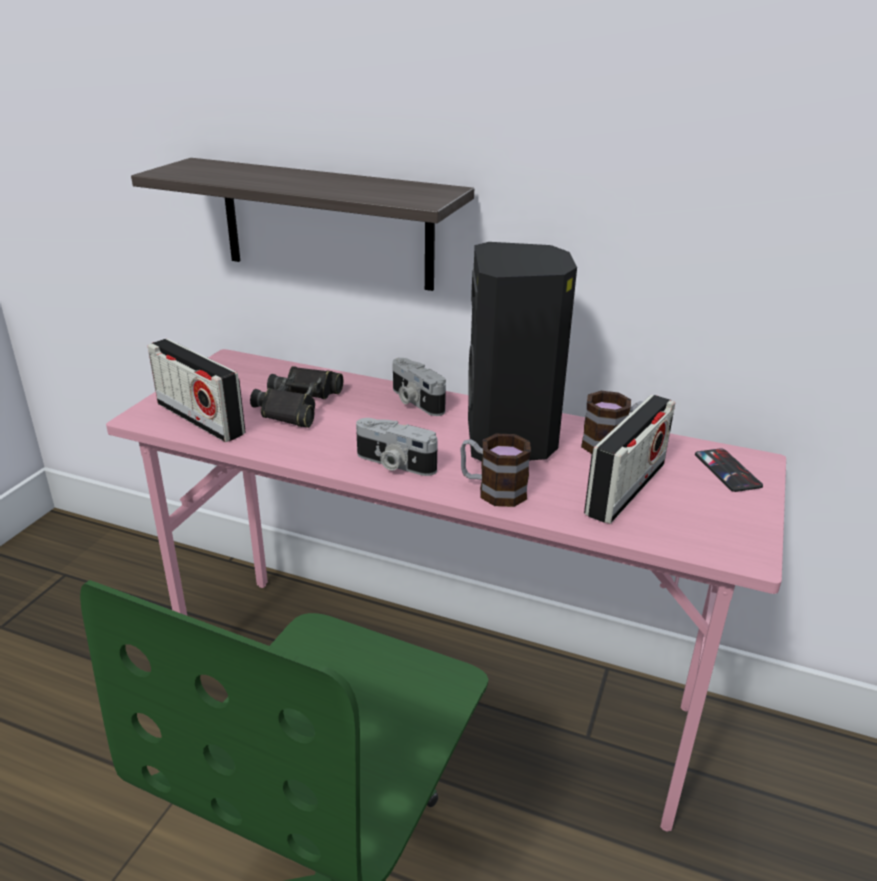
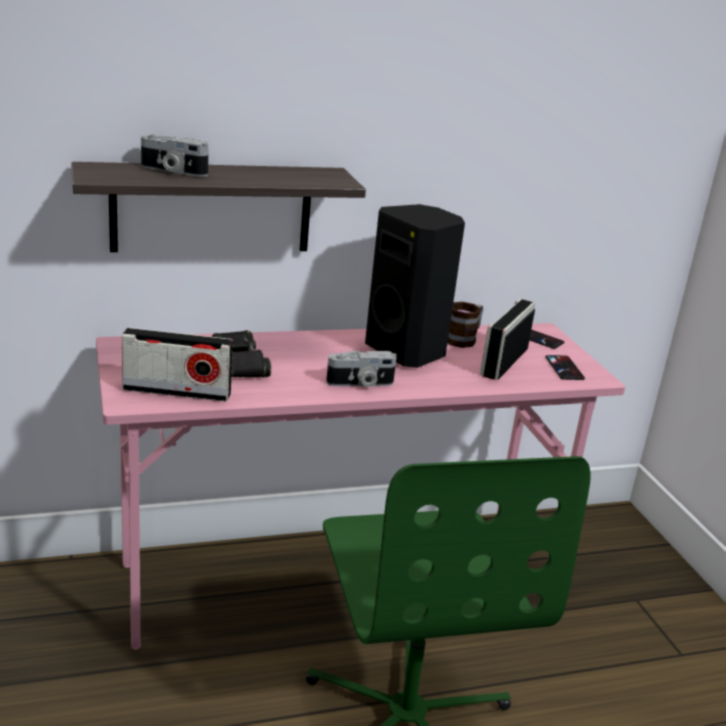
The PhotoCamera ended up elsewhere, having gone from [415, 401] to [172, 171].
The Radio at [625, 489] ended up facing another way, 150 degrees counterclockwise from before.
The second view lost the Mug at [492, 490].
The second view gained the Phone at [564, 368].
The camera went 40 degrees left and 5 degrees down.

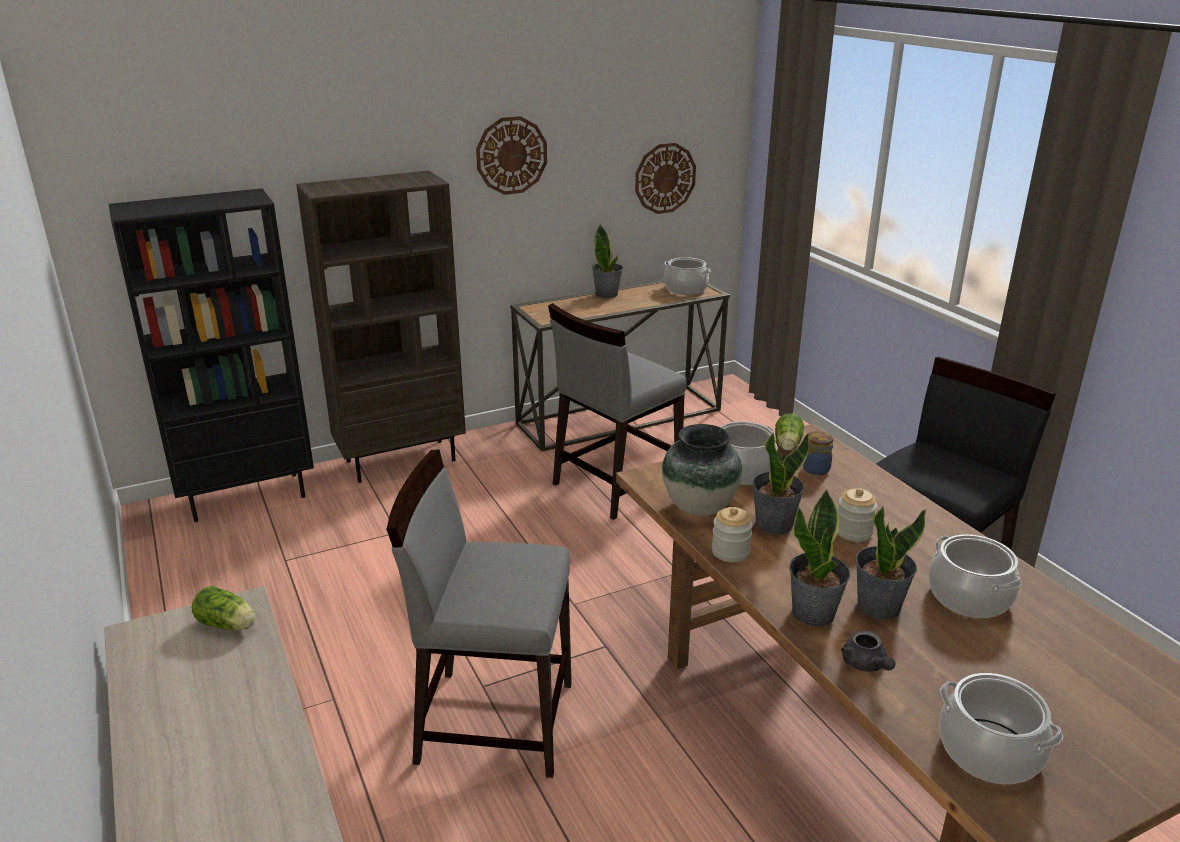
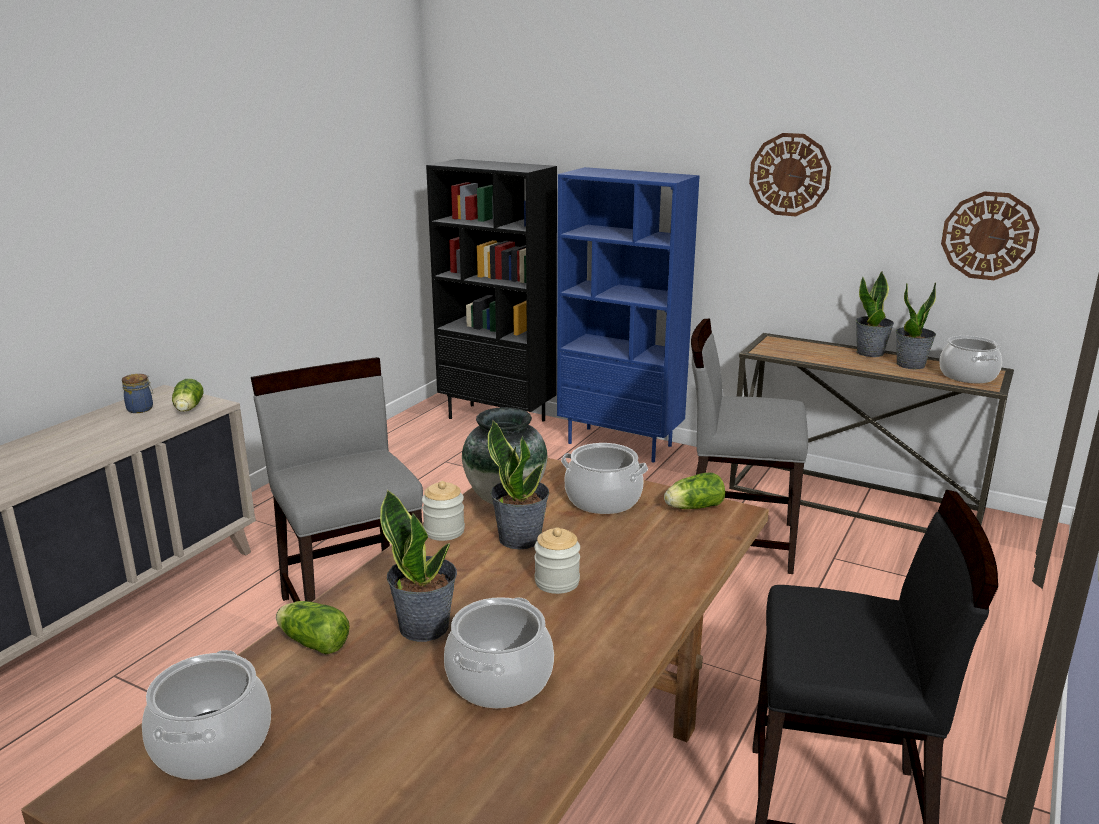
What was the BrownBookcase at [401, 460] turned into the BlueBookcase at [621, 444].
The Jar ended up elsewhere, having gone from [815, 468] to [141, 409].
The PottedPlant ended up elsewhere, having gone from [814, 613] to [911, 365].
Where the GreyTeapot stood at [866, 665], the Lettuce came to stand at [312, 642].
The camera went 55 degrees right and 5 degrees down.

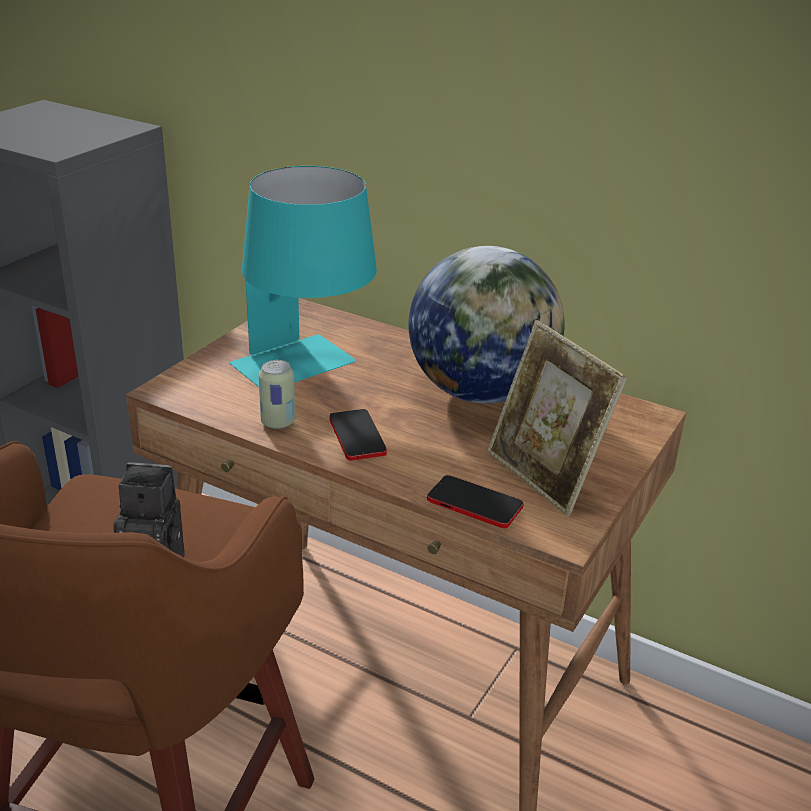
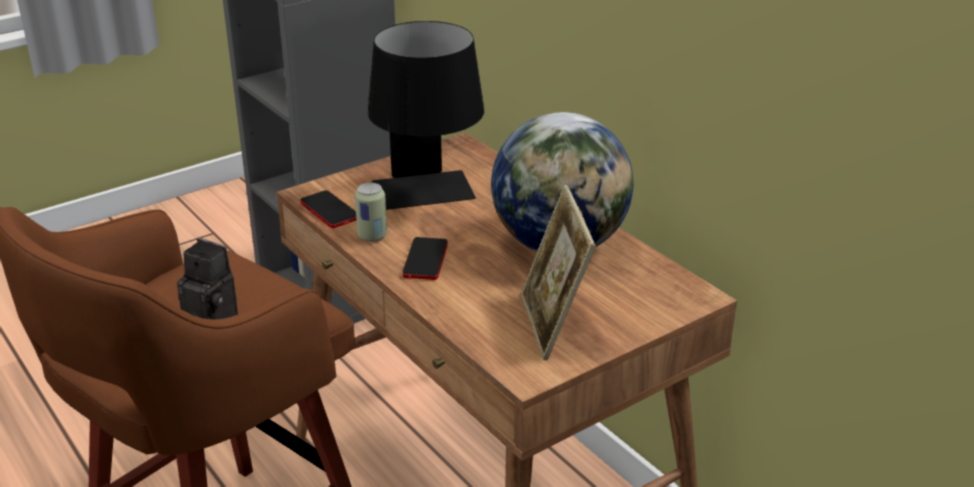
What was the TurquoiseTableLamp at [307, 371] turned into the BlackTableLamp at [427, 199].
The Phone ended up elsewhere, having gone from [474, 503] to [329, 210].
The camera went 25 degrees right and 0 degrees up.

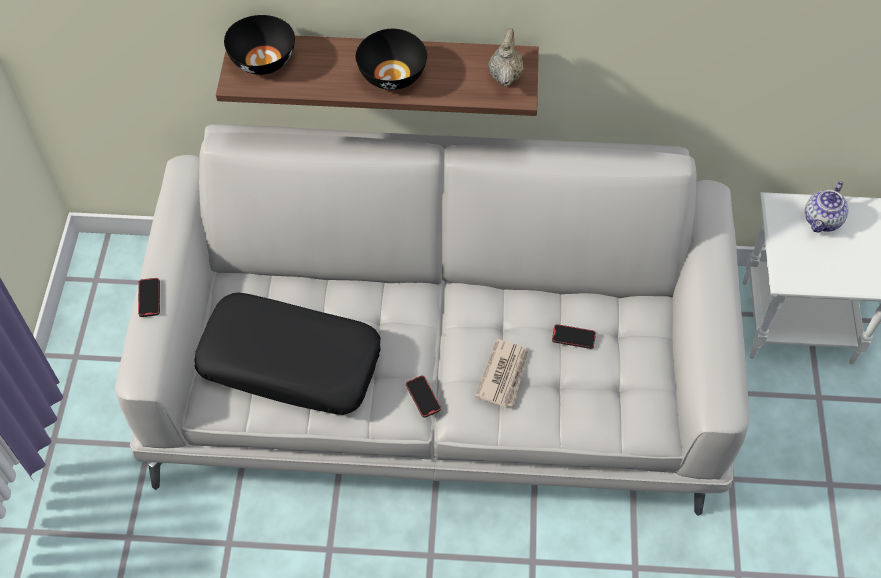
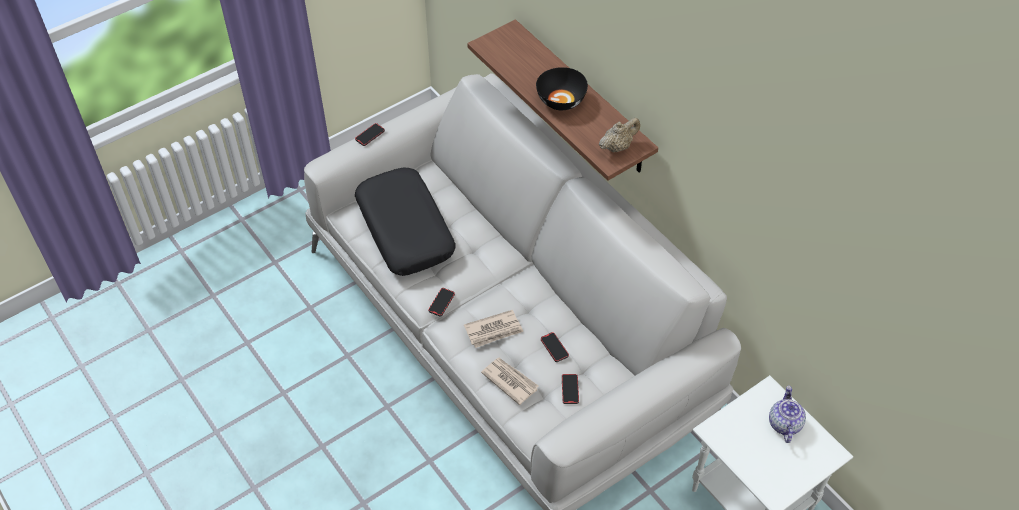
The second view lost the BlackBowl at [262, 60].
The Teapot at [822, 220] ended up facing another way, 105 degrees clockwise from before.
The second view gained the Newspaper at [510, 381].
The second view gained the Phone at [570, 389].
The camera went 50 degrees right and 5 degrees down.

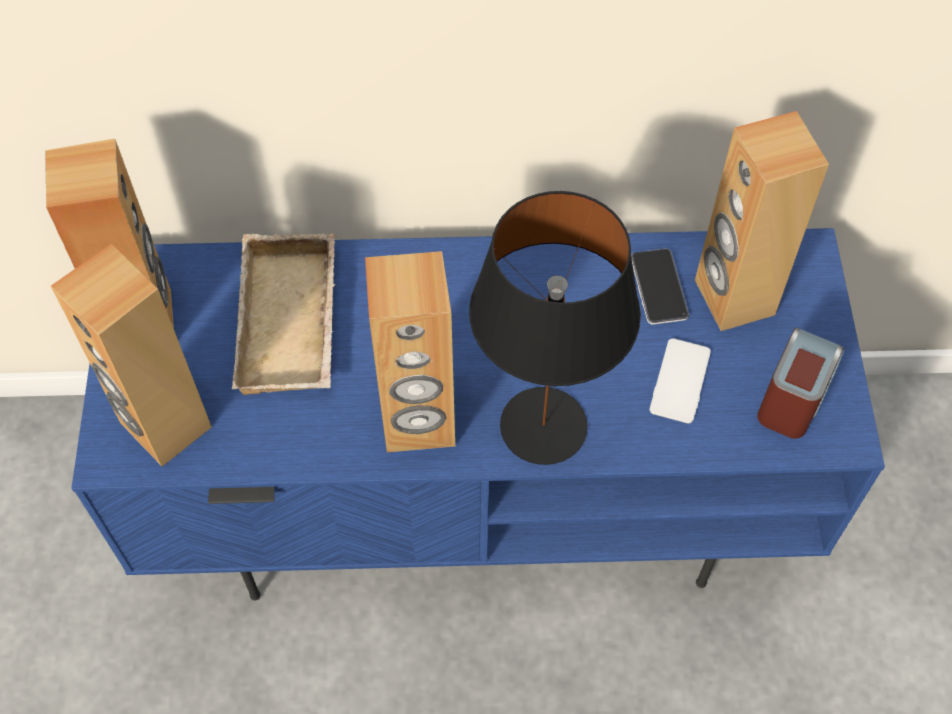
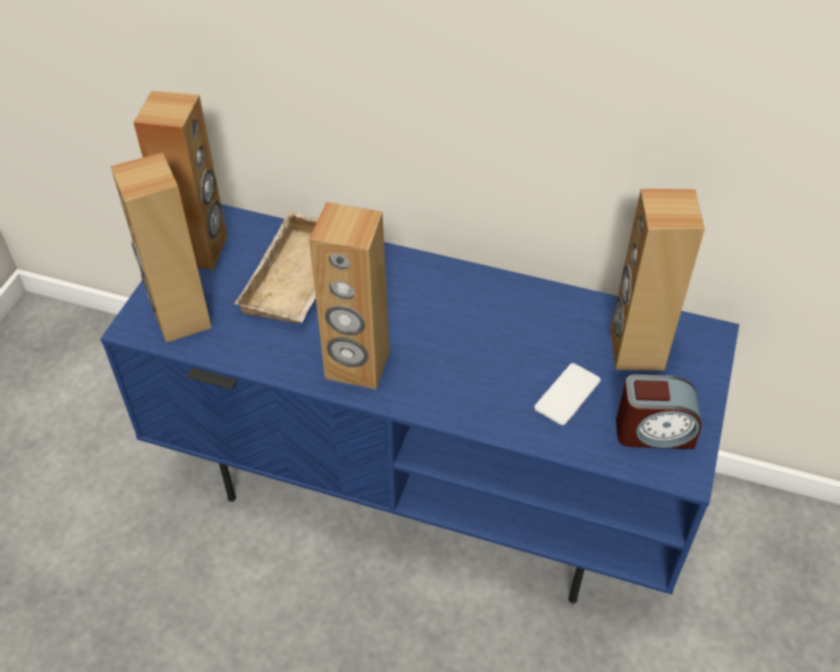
The second view lost the BlackTableLamp at [542, 424].
The second view lost the Phone at [658, 287].
The AlarmClock at [793, 397] ended up facing another way, 45 degrees clockwise from before.
The camera went 20 degrees right and 10 degrees down.

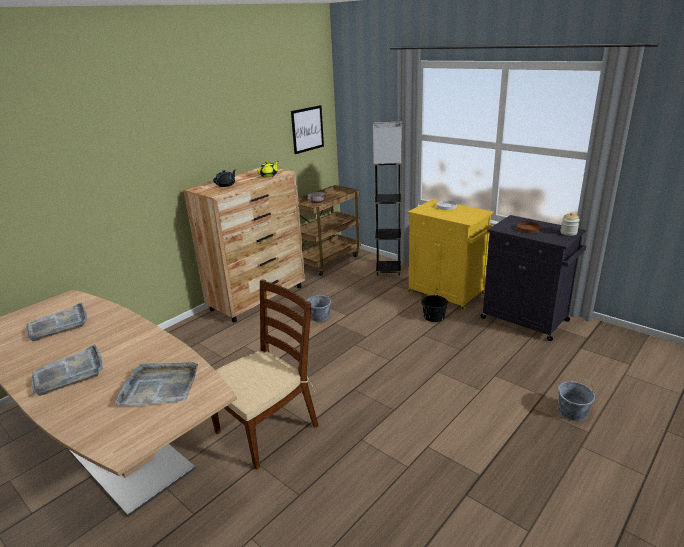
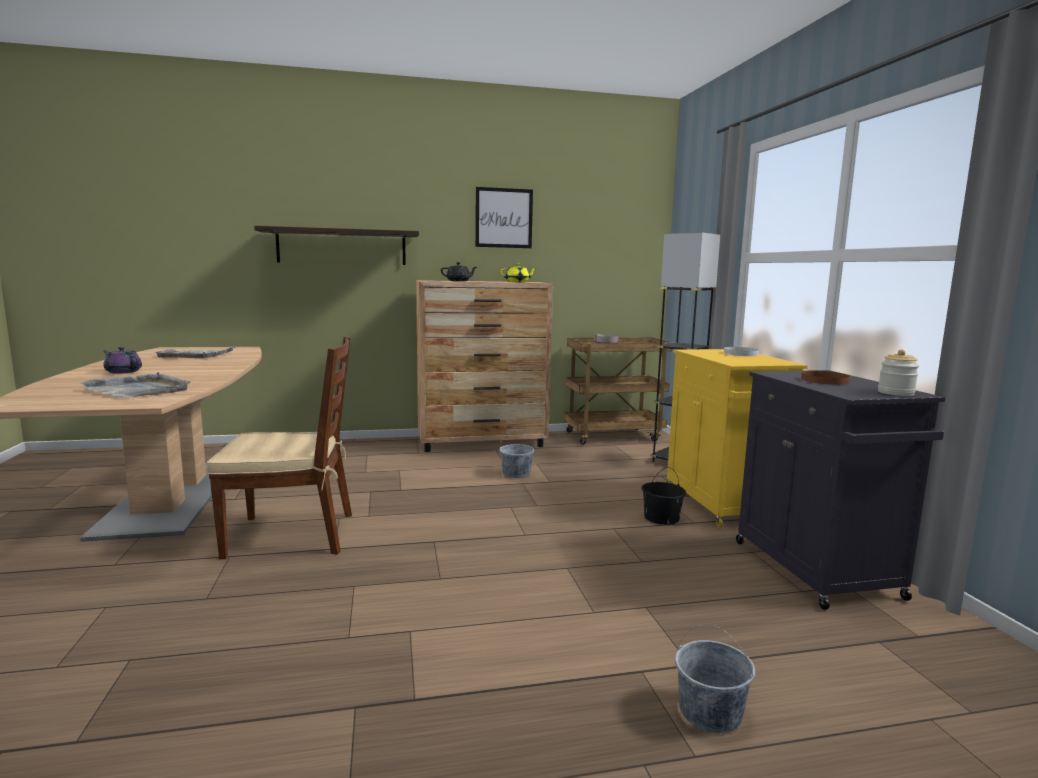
The Picture ended up elsewhere, having gone from [307, 129] to [503, 218].
Where the GreyTray stood at [69, 373], the PurpleTeapot came to stand at [123, 372].
The second view gained the Shelf at [342, 247].
The camera went 35 degrees right and 15 degrees down.

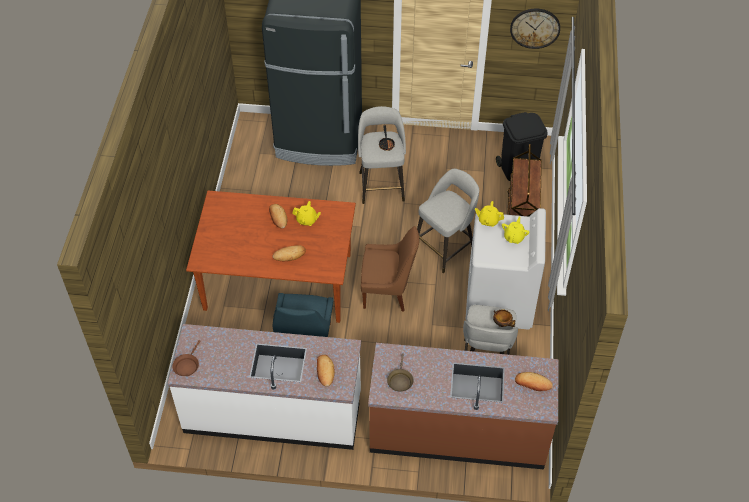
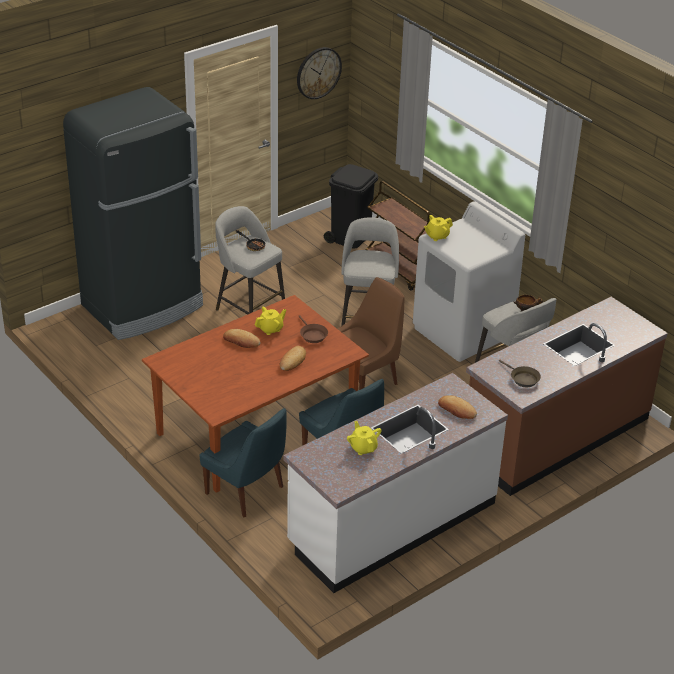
The YellowTeapot ended up elsewhere, having gone from [514, 237] to [363, 448].
The BrownFryingPan ended up elsewhere, having gone from [187, 365] to [312, 335].
The second view lost the Bread at [533, 383].
The second view gained the BlueChair at [247, 491].
The camera went 45 degrees left and 15 degrees down.

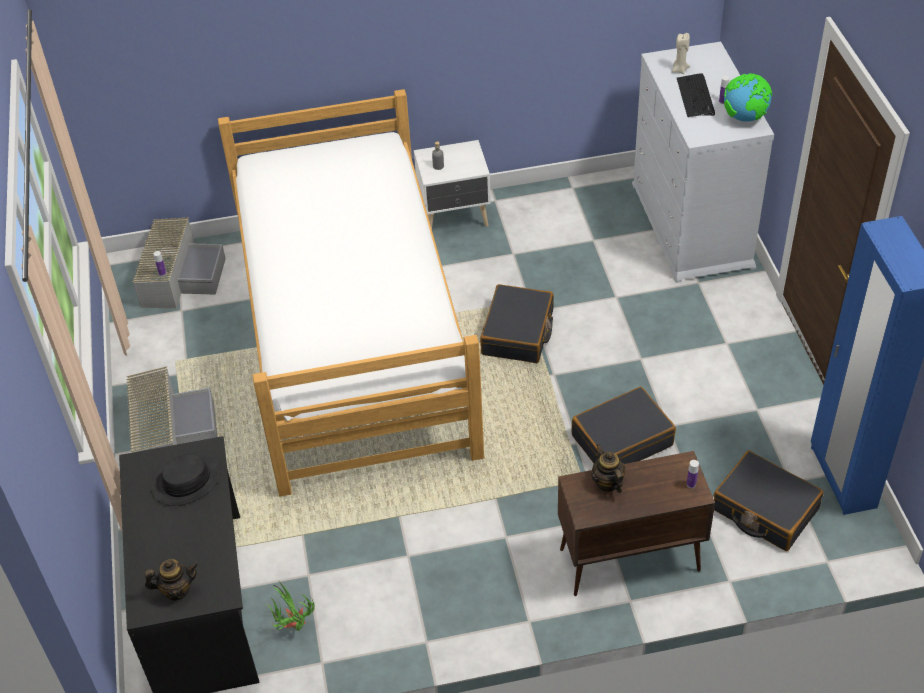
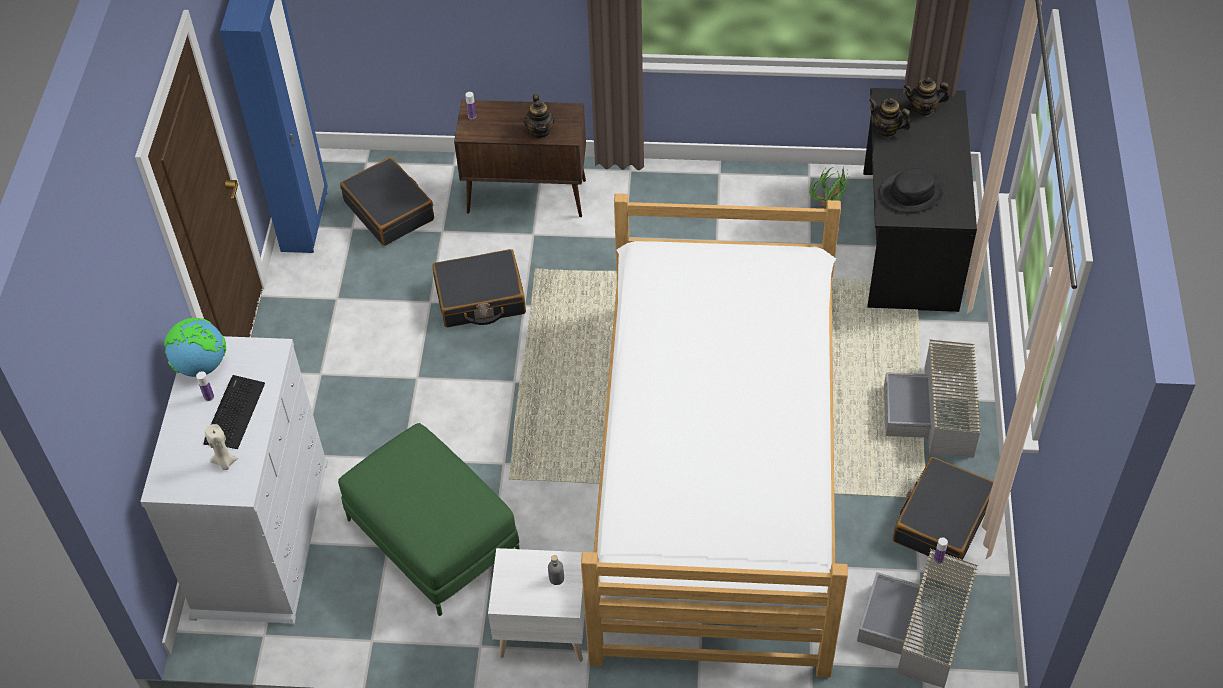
The BlackSuitcase ended up elsewhere, having gone from [518, 333] to [941, 520].
The second view gained the Teapot at [887, 130].
The second view gained the GreenOttoman at [432, 537].
The camera went 165 degrees left and 5 degrees up.

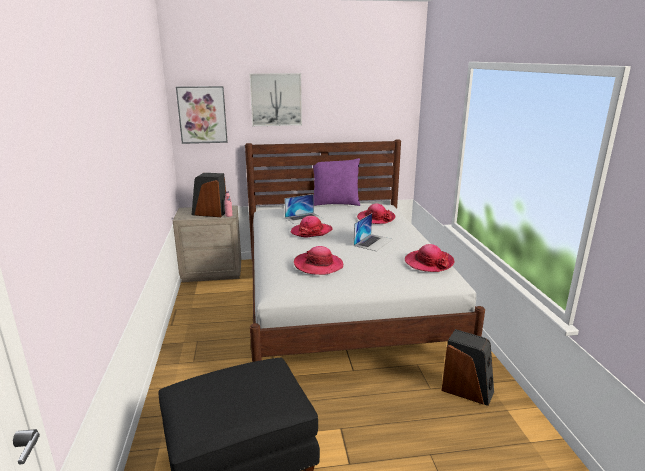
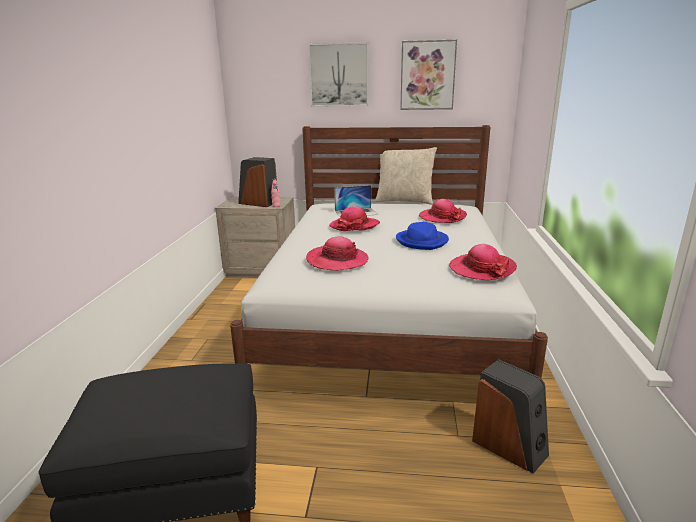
The Picture ended up elsewhere, having gone from [202, 115] to [427, 75].
What was the PurplePillow at [335, 203] turned into the BeigePillow at [404, 201].
Where the Laptop stood at [373, 242], the BlueHat came to stand at [422, 241].
The camera went 15 degrees right and 0 degrees up.

